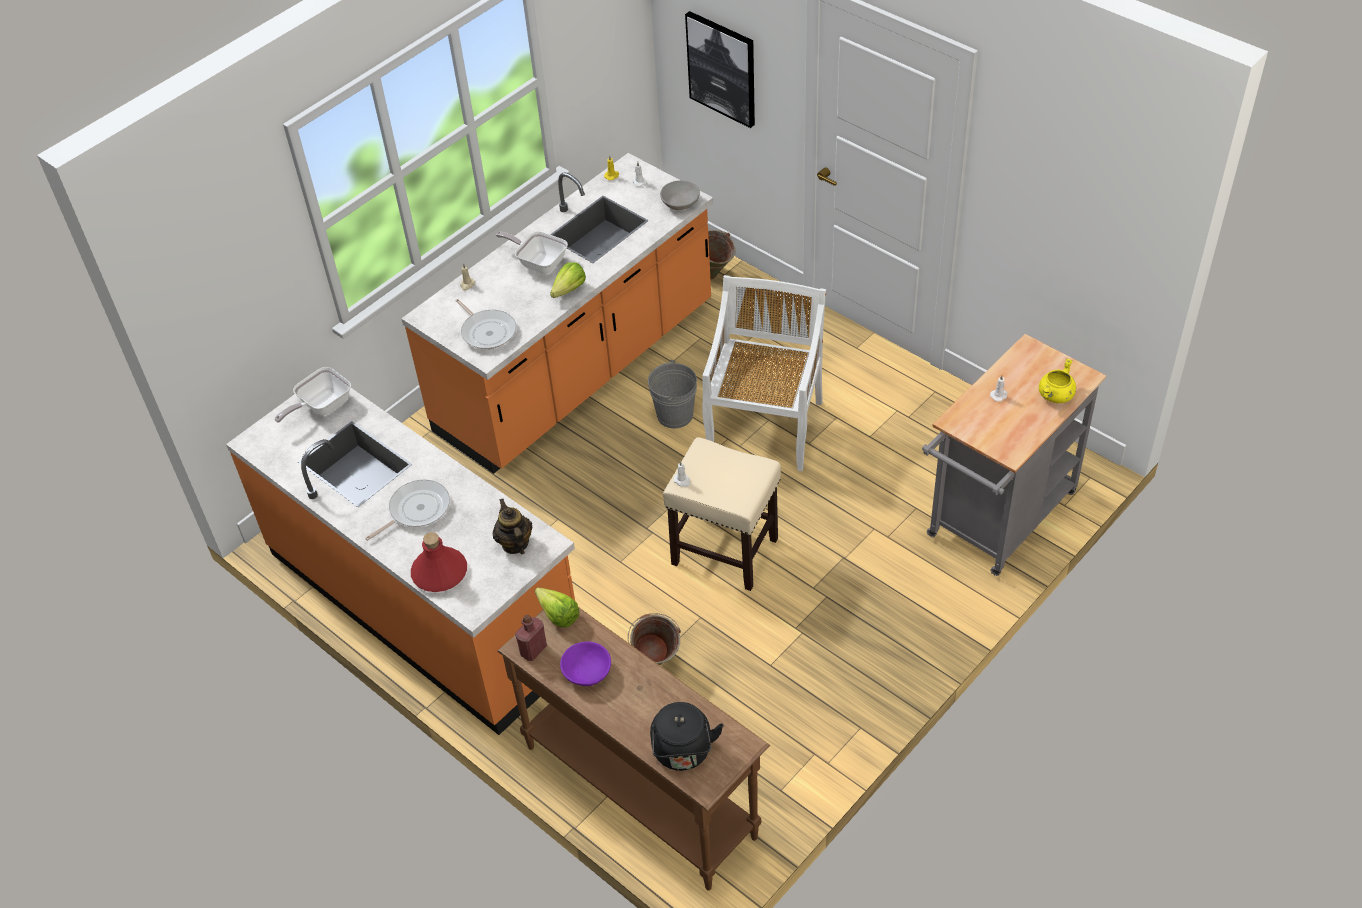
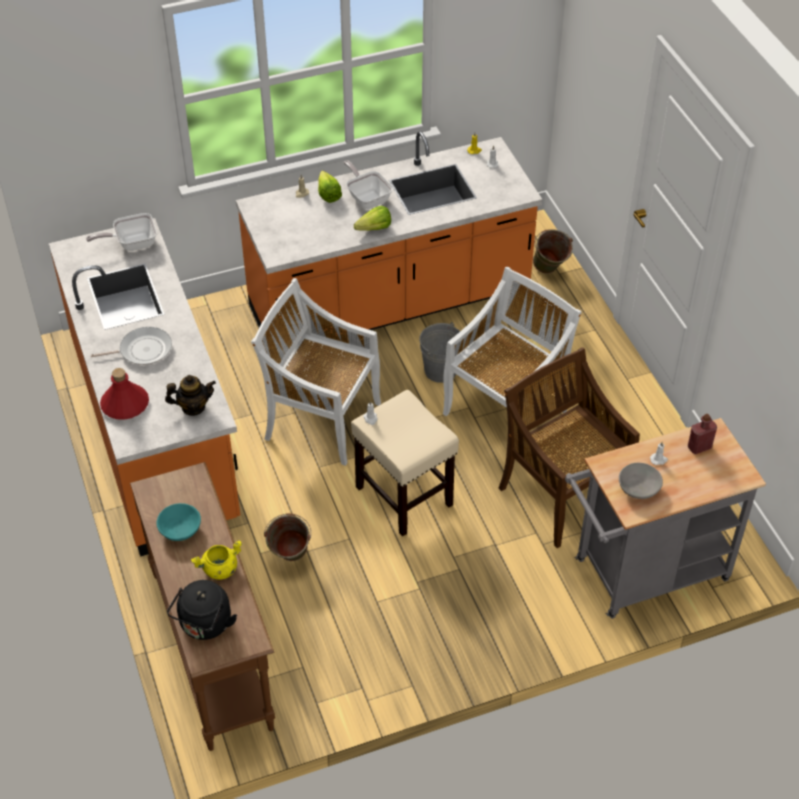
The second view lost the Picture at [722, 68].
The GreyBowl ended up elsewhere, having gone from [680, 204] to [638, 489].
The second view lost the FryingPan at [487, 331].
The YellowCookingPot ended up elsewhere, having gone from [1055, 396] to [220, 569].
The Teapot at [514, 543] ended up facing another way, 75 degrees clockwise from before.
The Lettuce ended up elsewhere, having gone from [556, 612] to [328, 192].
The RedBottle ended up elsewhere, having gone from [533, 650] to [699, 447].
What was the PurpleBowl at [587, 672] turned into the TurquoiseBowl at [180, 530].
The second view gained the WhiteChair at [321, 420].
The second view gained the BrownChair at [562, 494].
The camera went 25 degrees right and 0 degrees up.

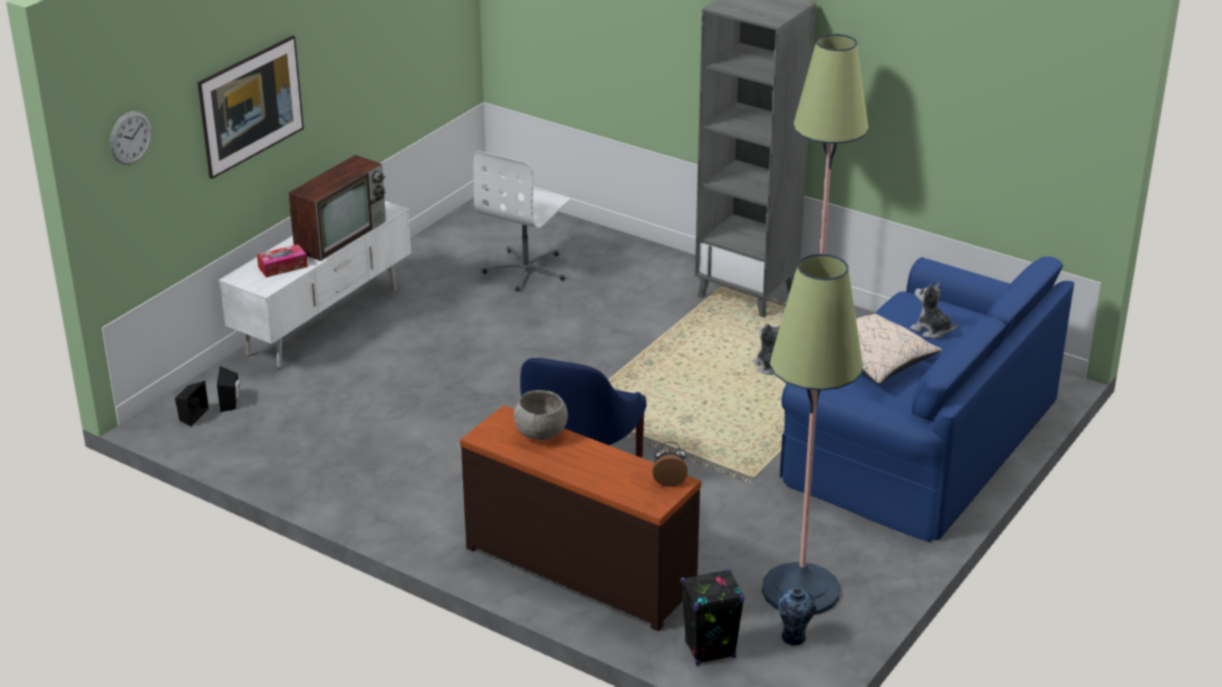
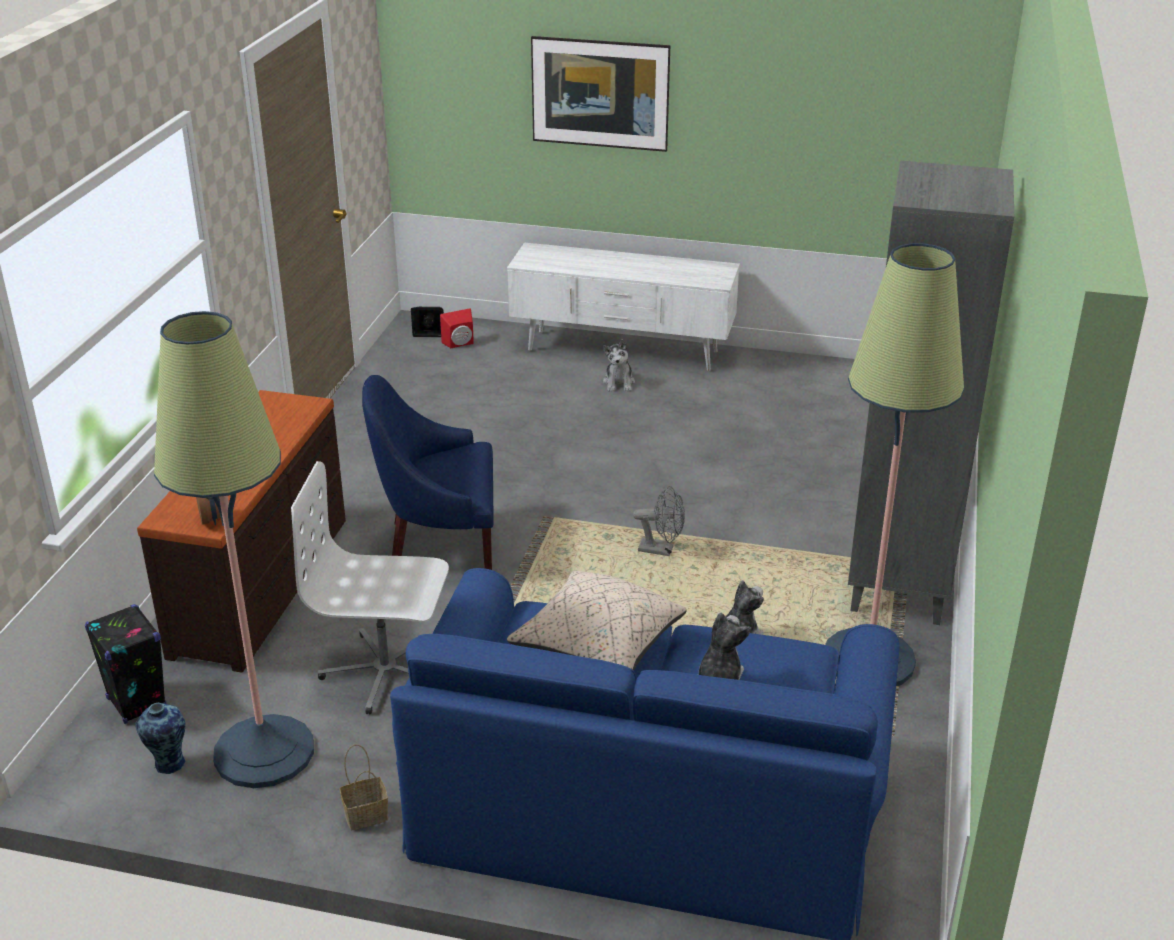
The second view lost the WallClock at [130, 138].
The WhiteOfficeChair ended up elsewhere, having gone from [527, 270] to [385, 672].
The second view lost the Television at [341, 235].
The second view lost the TissueBox at [283, 267].
What was the BlackSpeaker at [231, 402] turned into the RedSpeaker at [460, 344].
The second view lost the GreyBowl at [540, 434].
The second view gained the PlushToy at [619, 383].
The second view gained the GreyFan at [661, 550].
The second view gained the Basket at [364, 816].
The camera went 70 degrees right and 0 degrees up.

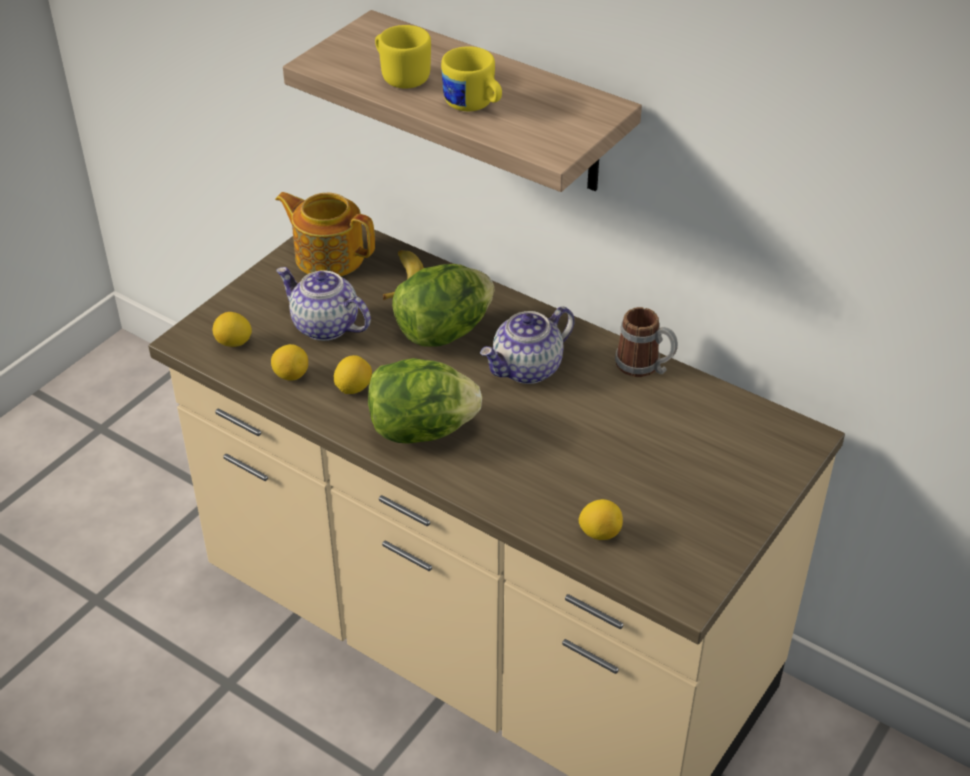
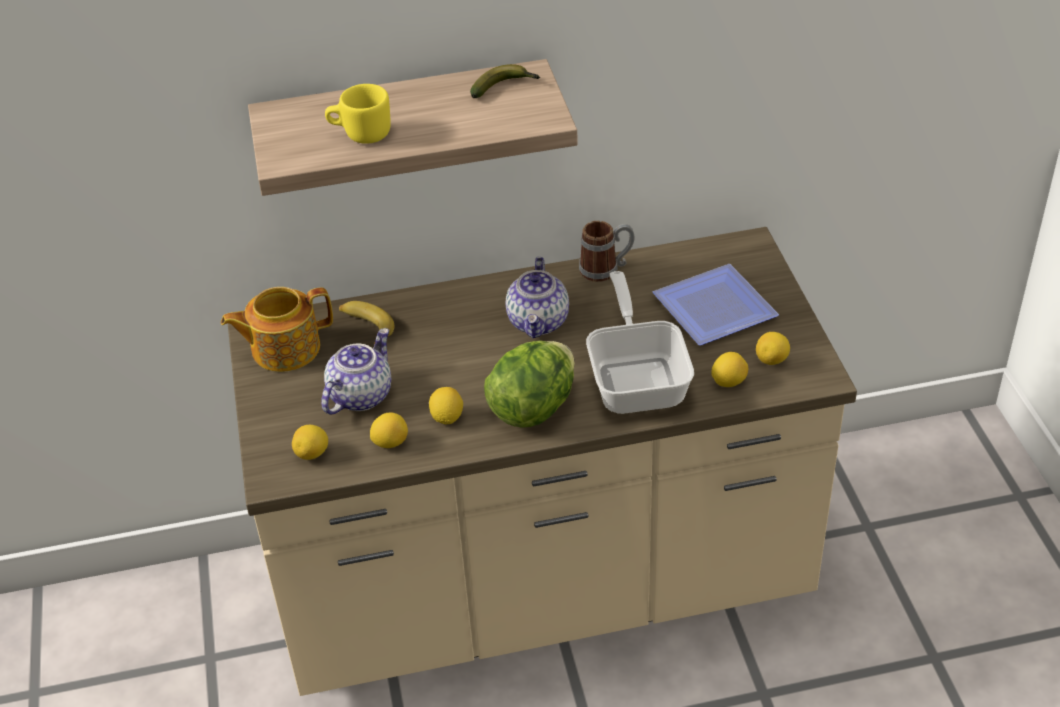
The second view lost the YellowMug at [474, 106].
The second view lost the Lettuce at [443, 332].
The Teapot at [324, 326] ended up facing another way, 135 degrees clockwise from before.
The second view gained the Banana at [504, 88].
The second view gained the Plate at [715, 306].
The second view gained the FryingPan at [637, 378].
The second view gained the Lemon at [772, 360].
The camera went 45 degrees left and 0 degrees up.

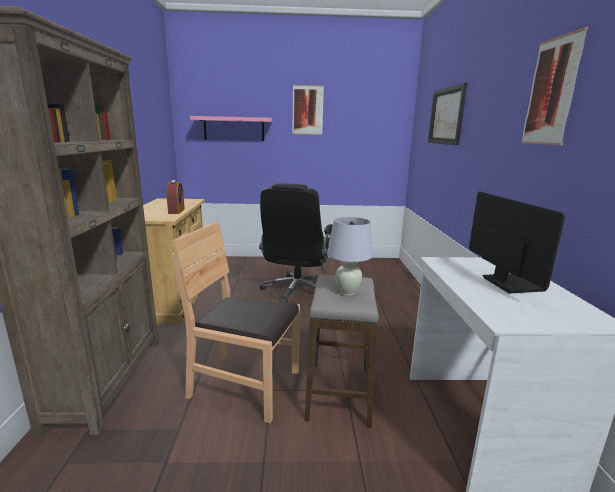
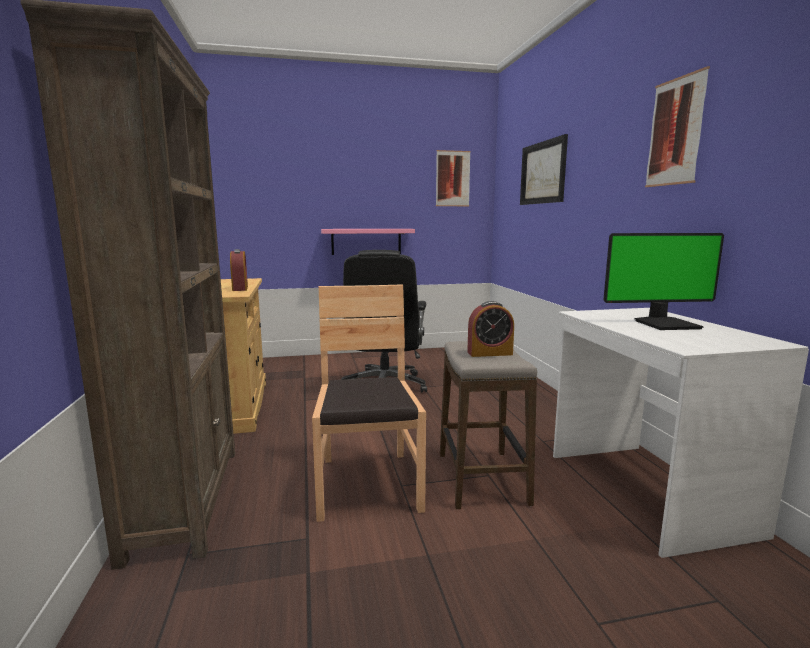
The Picture ended up elsewhere, having gone from [307, 110] to [452, 178].
The PinkShelf ended up elsewhere, having gone from [234, 128] to [366, 241].
The Monitor at [510, 284] ended up facing another way, 105 degrees clockwise from before.
Where the WhiteTableLamp stood at [347, 292], the AlarmClock came to stand at [489, 353].
The BrownChair at [245, 385] ended up facing another way, 75 degrees clockwise from before.
The camera went 10 degrees left and 5 degrees down.

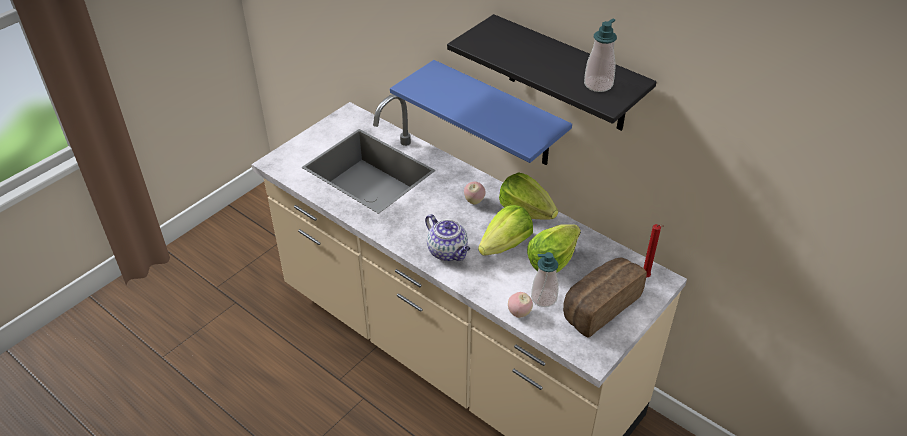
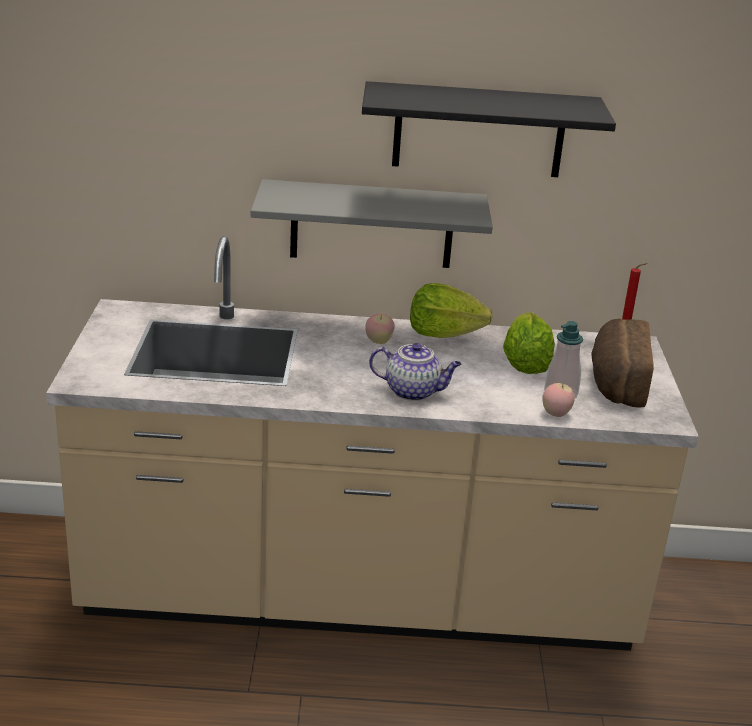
The second view lost the SoapDispenser at [598, 84].
What was the BlueShelf at [498, 115] turned into the GreyShelf at [372, 224].
The second view lost the Lettuce at [505, 245].
The camera went 40 degrees left and 15 degrees down.

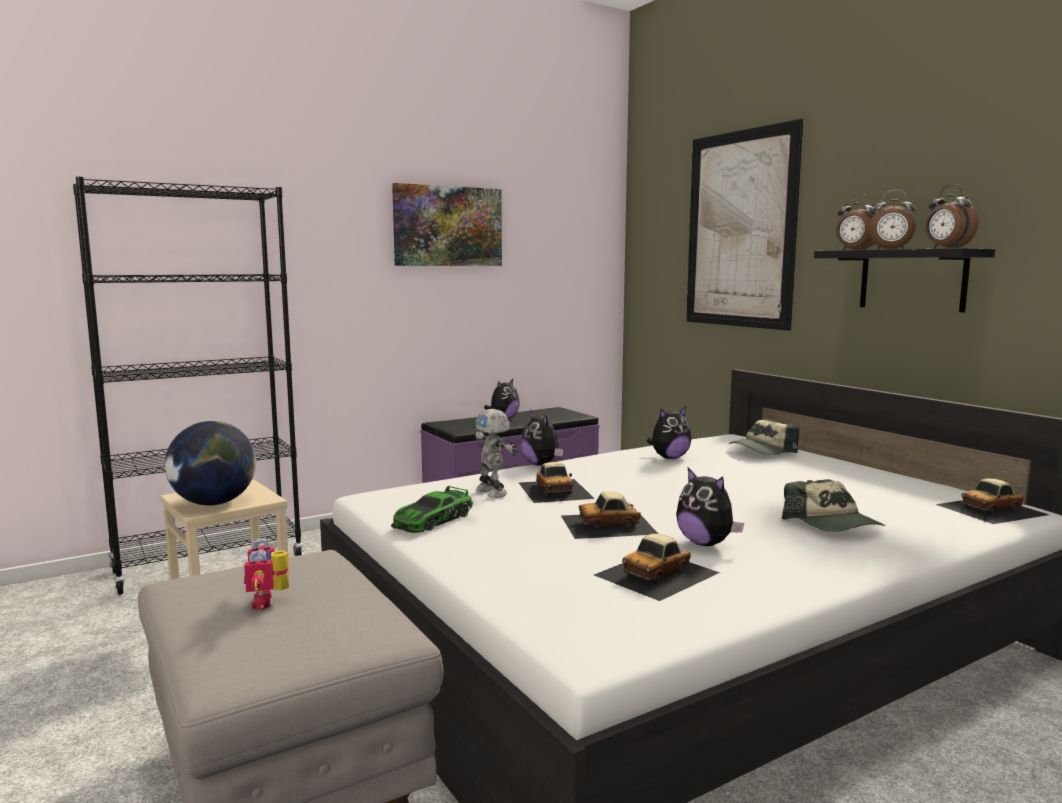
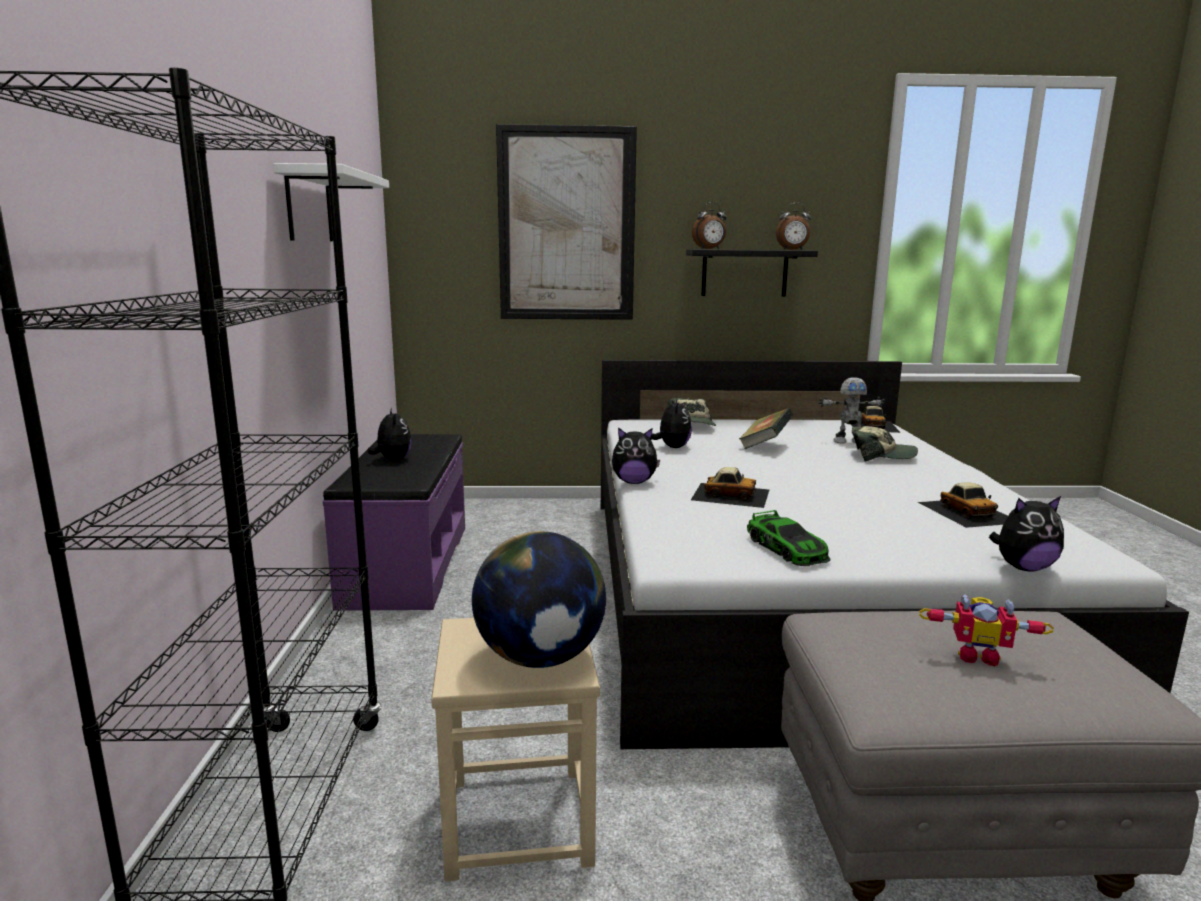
Where the Picture hung at [448, 226], the WhiteShelf came to hang at [309, 206].
The second view lost the AlarmClock at [890, 249].
The ToyRobot ended up elsewhere, having gone from [493, 492] to [848, 441].
The PlushToy ended up elsewhere, having gone from [706, 543] to [1023, 567].
The second view lost the ToyCar at [608, 524].
The second view gained the Book at [765, 445].
The camera went 60 degrees left and 5 degrees up.

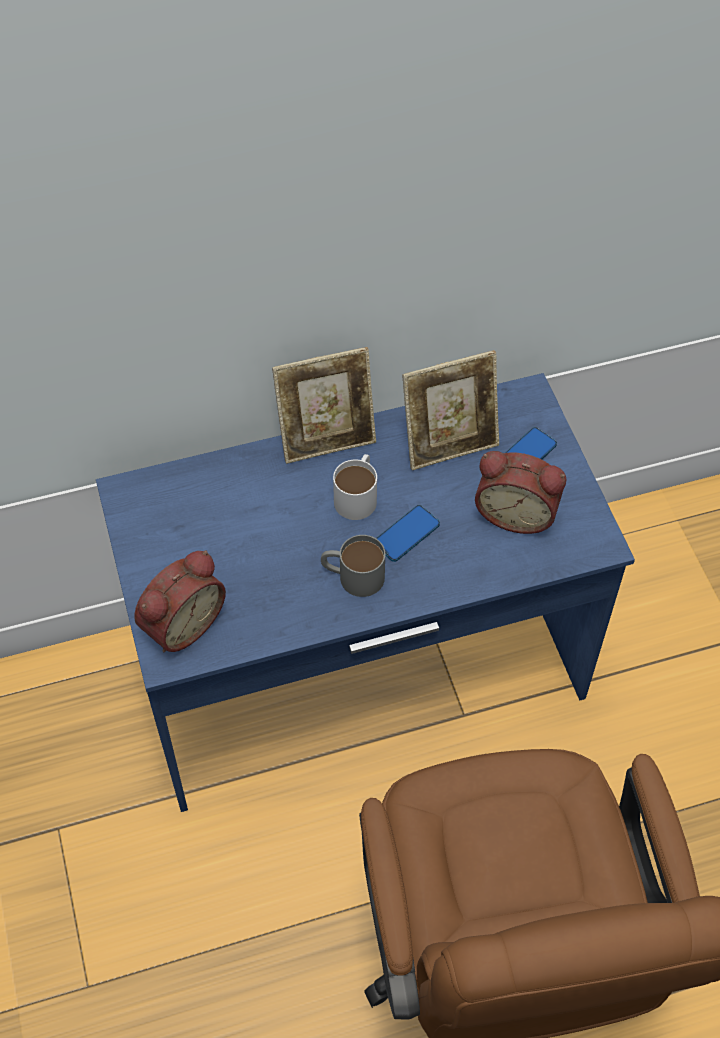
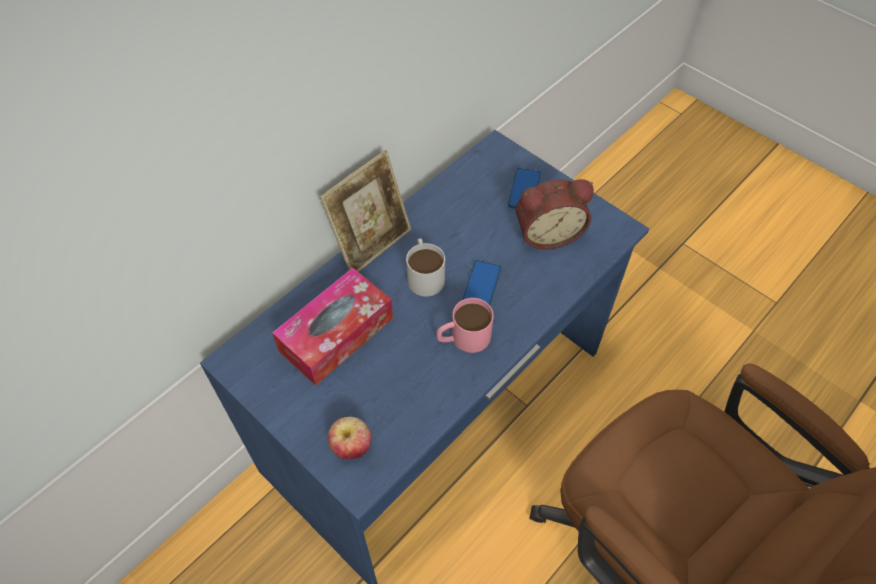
The second view lost the PictureFrame at [449, 444].
What was the GreyMug at [352, 575] turned into the PinkMug at [463, 337].
Where the AlarmClock stood at [181, 623], the Apple came to stand at [351, 446].
The second view gained the TissueBox at [336, 334].
The camera went 30 degrees left and 0 degrees up.

